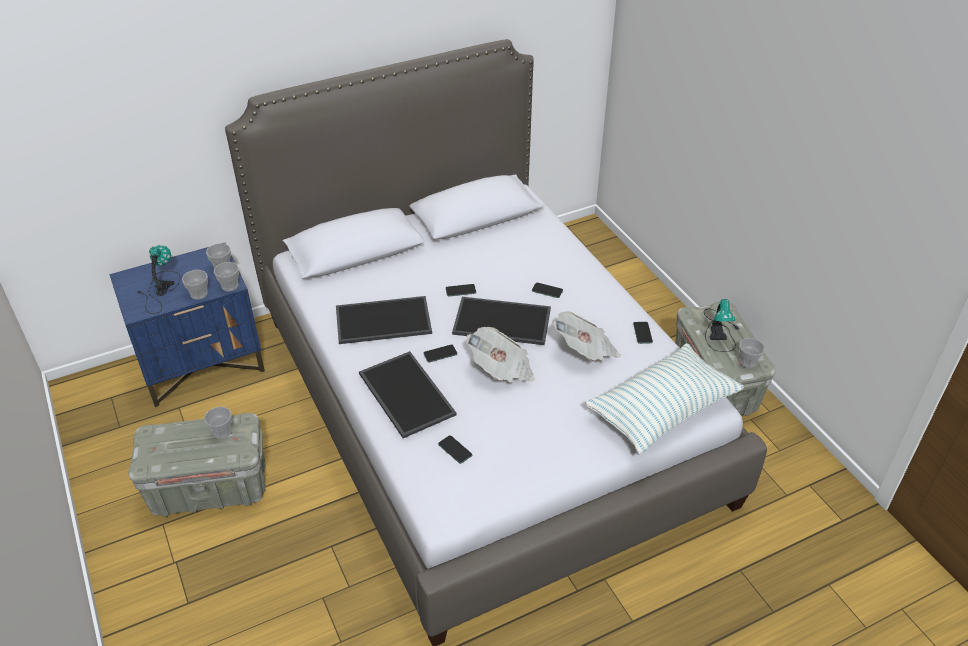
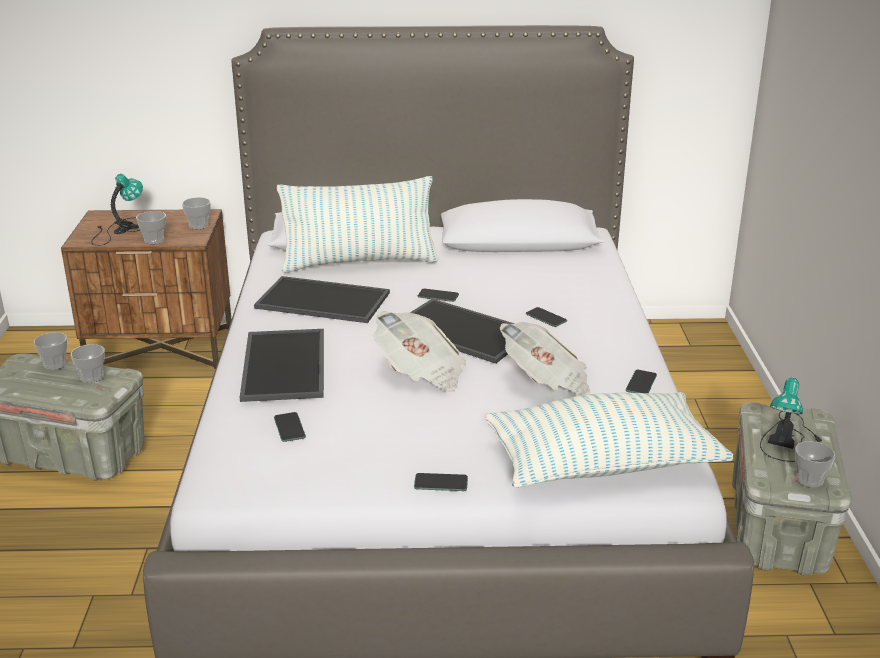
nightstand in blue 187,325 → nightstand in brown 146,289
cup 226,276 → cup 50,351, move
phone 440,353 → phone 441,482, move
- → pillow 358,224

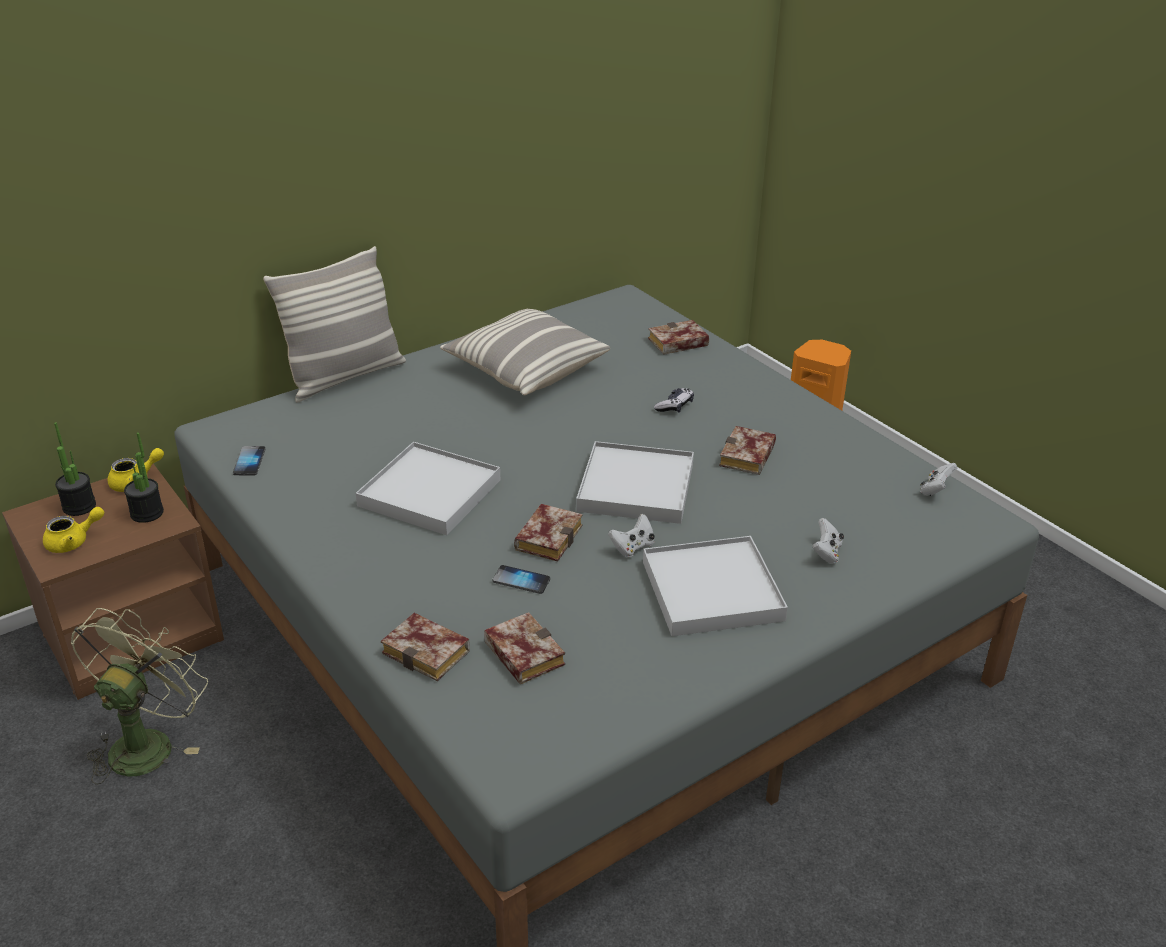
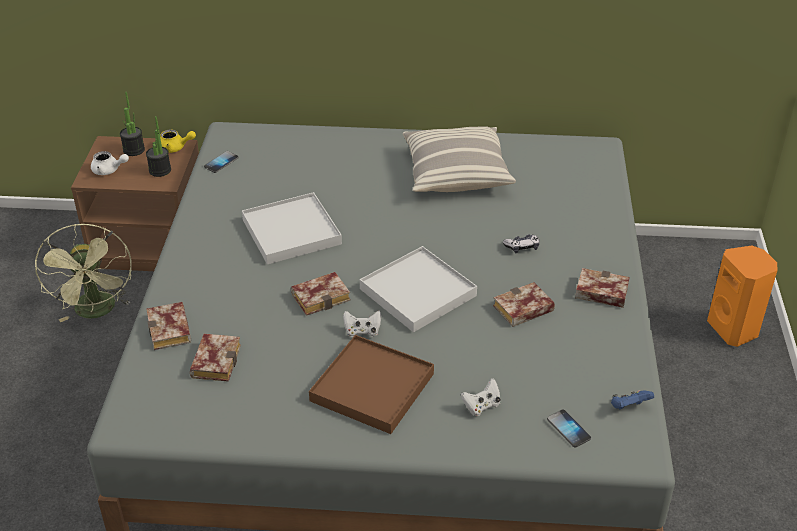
pillow 334,324 → -
book 678,337 → book 602,288, move
game controller in white 938,479 → game controller in blue 632,400
teapot in yellow 73,530 → teapot in white 110,163
tray in white 715,586 → tray in brown 371,384
phone 521,579 → phone 569,429, move
fan in green 139,696 → fan in green 83,273, 105 degrees clockwise

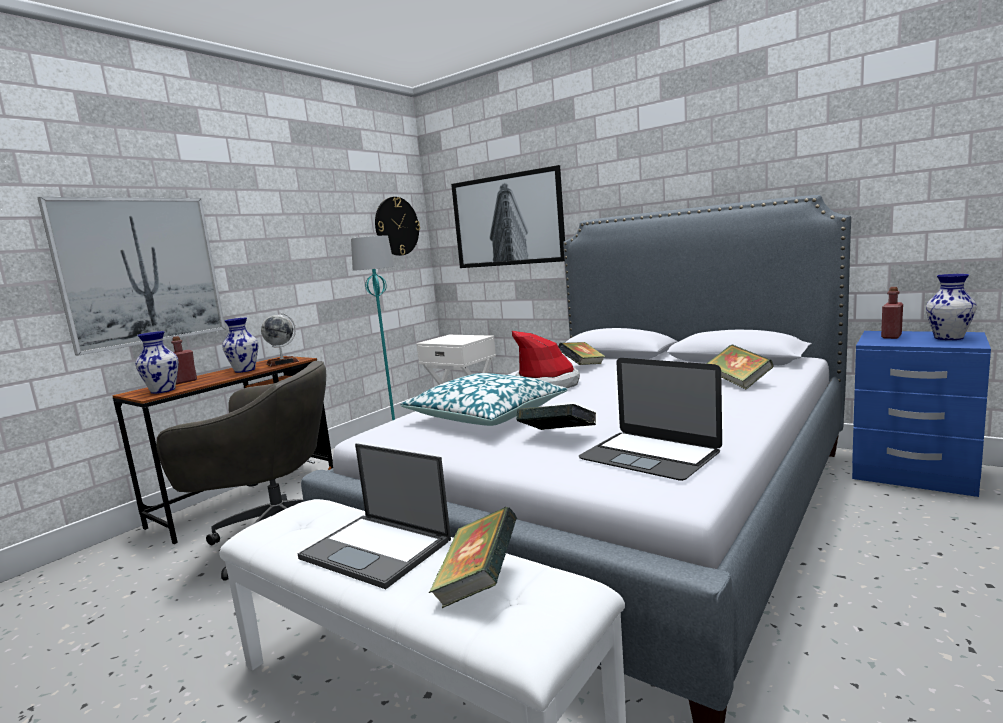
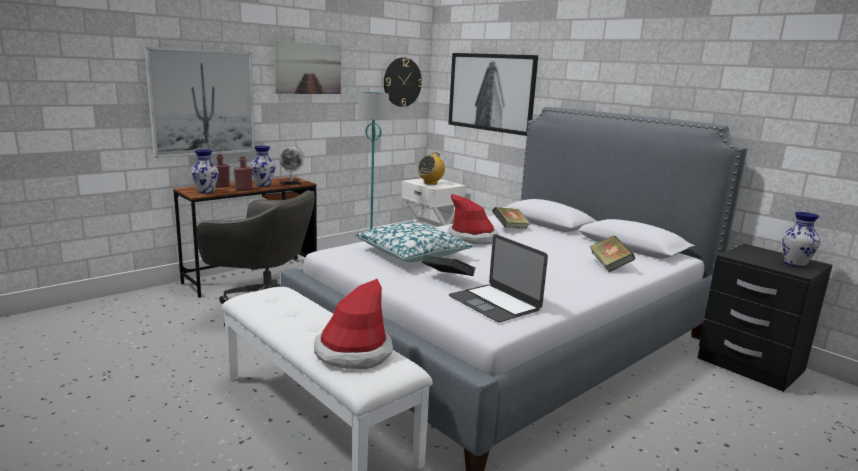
bottle in red 892,313 → bottle in red 243,173, move
nightstand in blue 921,414 → nightstand in black 765,318
laptop 374,516 → -
book 473,557 → hat 353,324
- → picture 307,67
- → radio 431,168

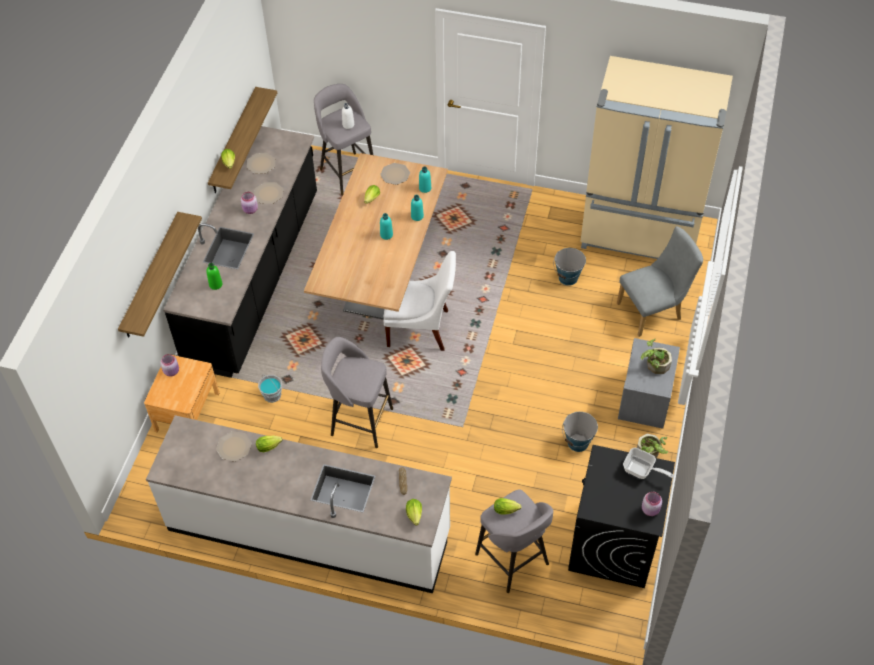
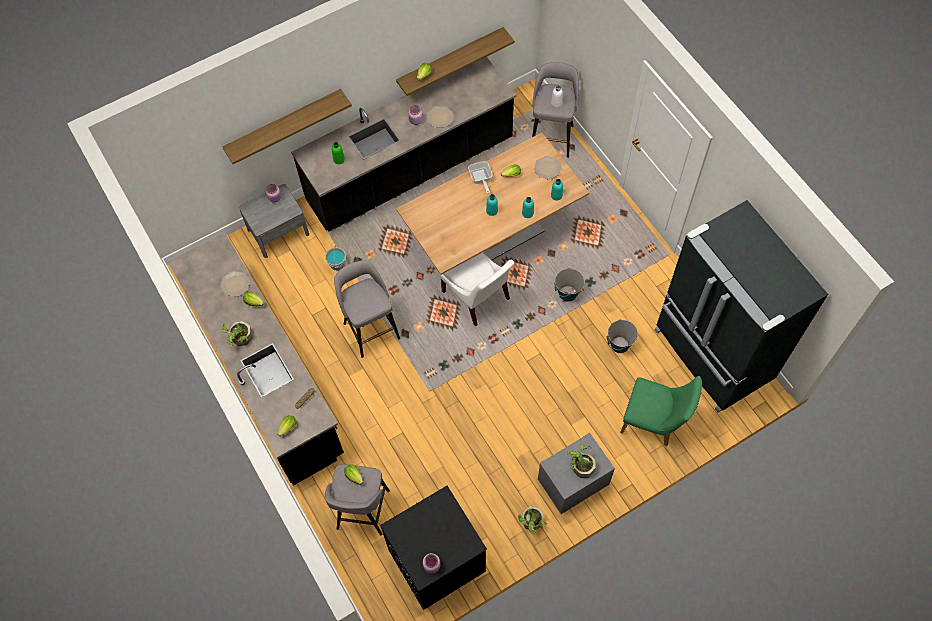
fridge in beige 656,157 → fridge in black 741,306
plate 261,163 → -
chair in grey 660,281 → chair in green 661,411
nightstand in brown 181,393 → nightstand in grey 274,221
bucket 580,432 → bucket 569,285, move
counter in white 299,504 → counter in black 256,359
frying pan 648,463 → frying pan 480,177, move
- → potted plant 237,333

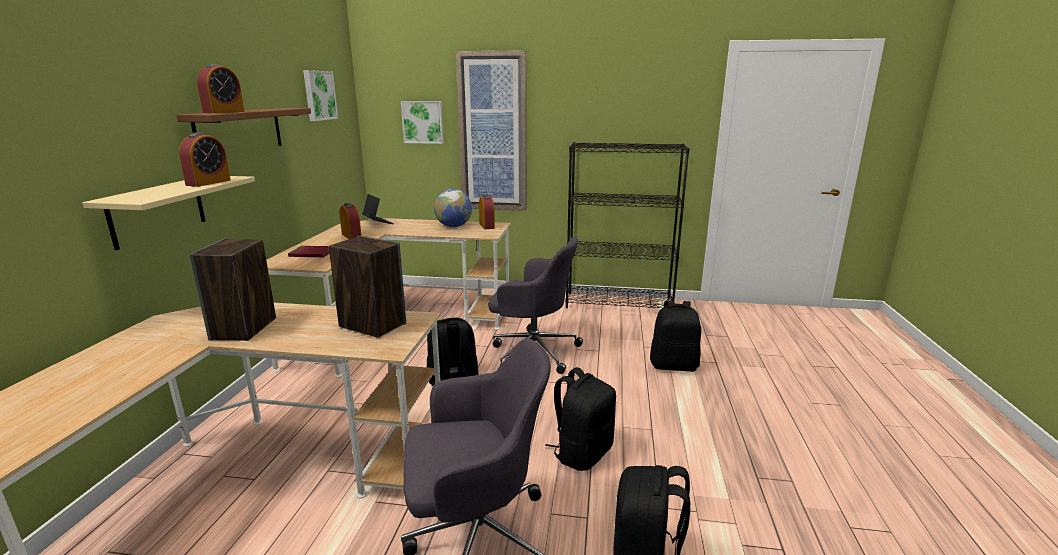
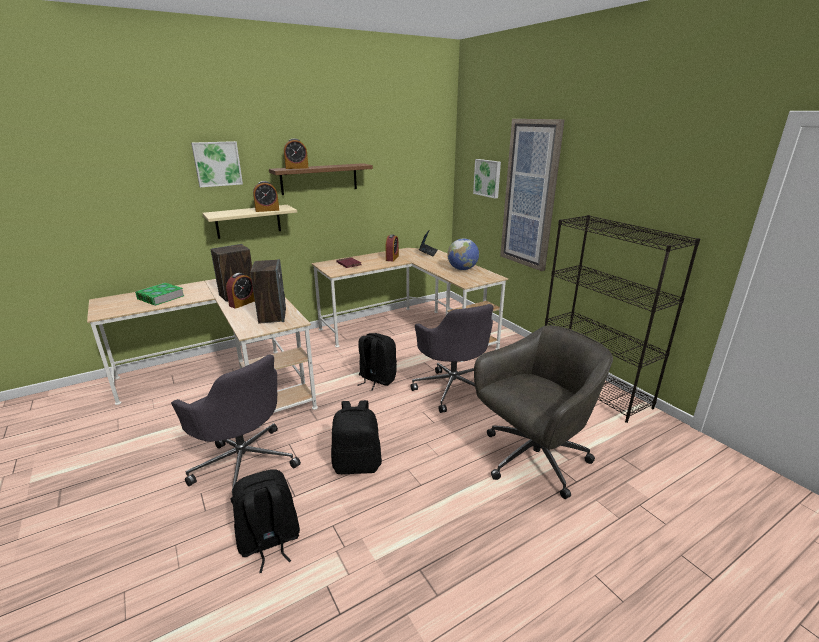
picture 320,95 → picture 217,164, move
alarm clock 487,212 → alarm clock 240,291, move
backpack in black 675,336 → office chair in grey 543,412
- → book 159,294

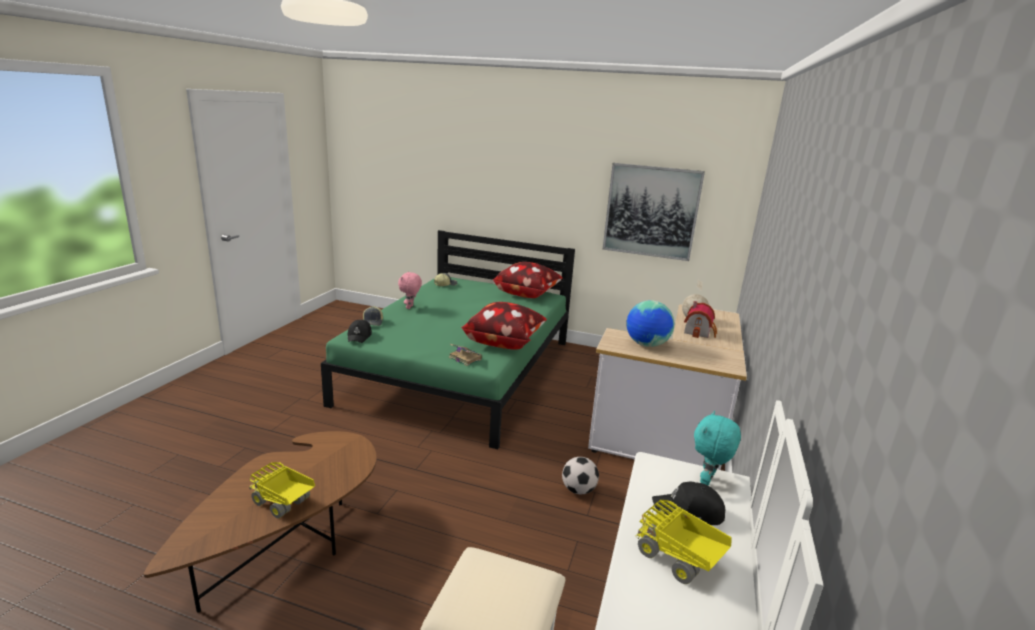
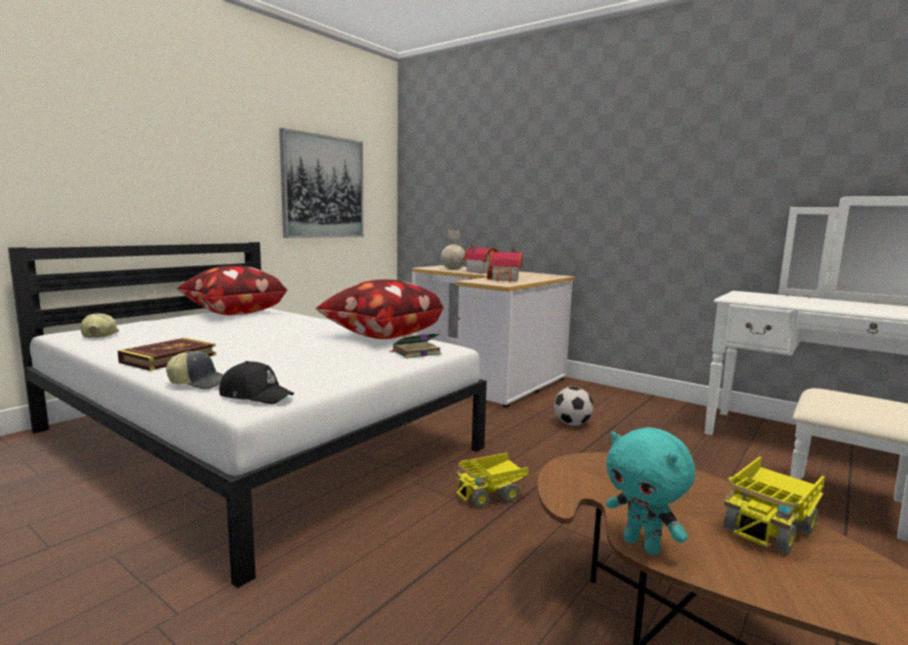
bed in green 448,339 → bed in white 247,415
plush toy in pink 410,290 → book 167,354
globe 650,323 → toy house 504,265
plush toy in turquoise 717,448 → plush toy in turquoise 650,491, move
cap in black 688,503 → -
toy truck 683,542 → toy truck 492,480, move

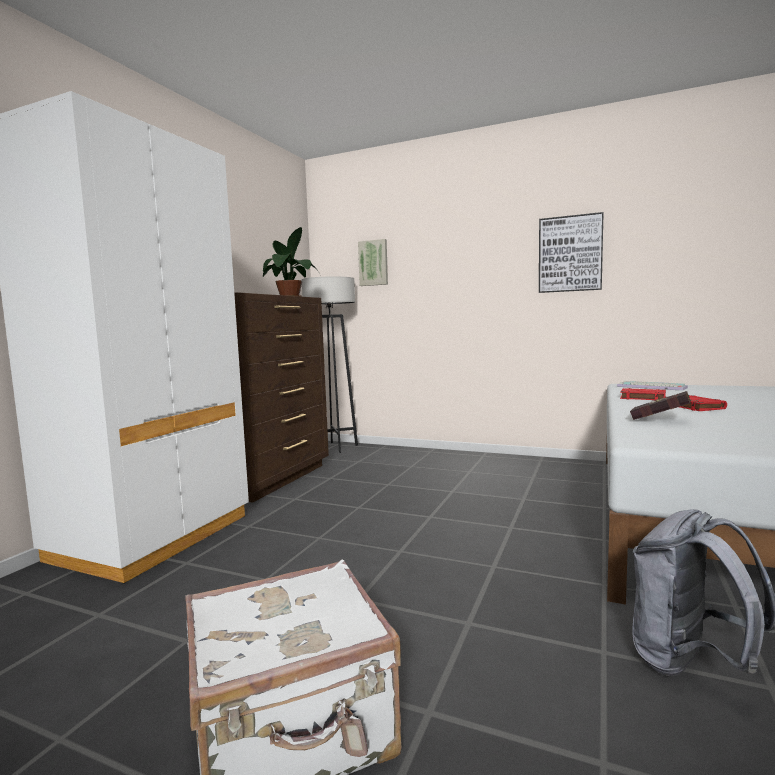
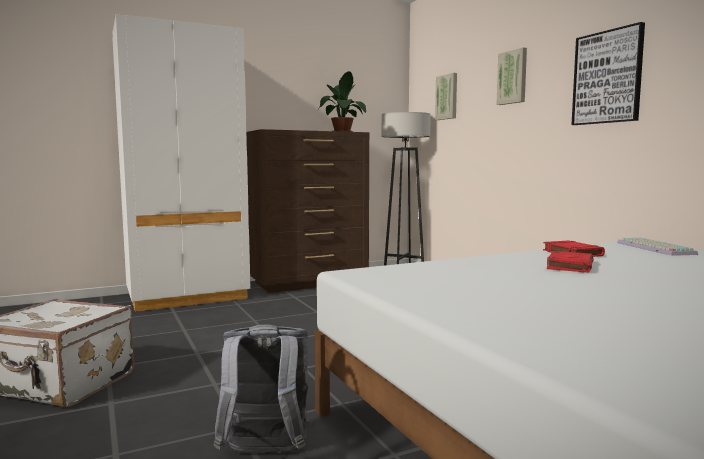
book in red 665,405 → -
- → picture 511,76

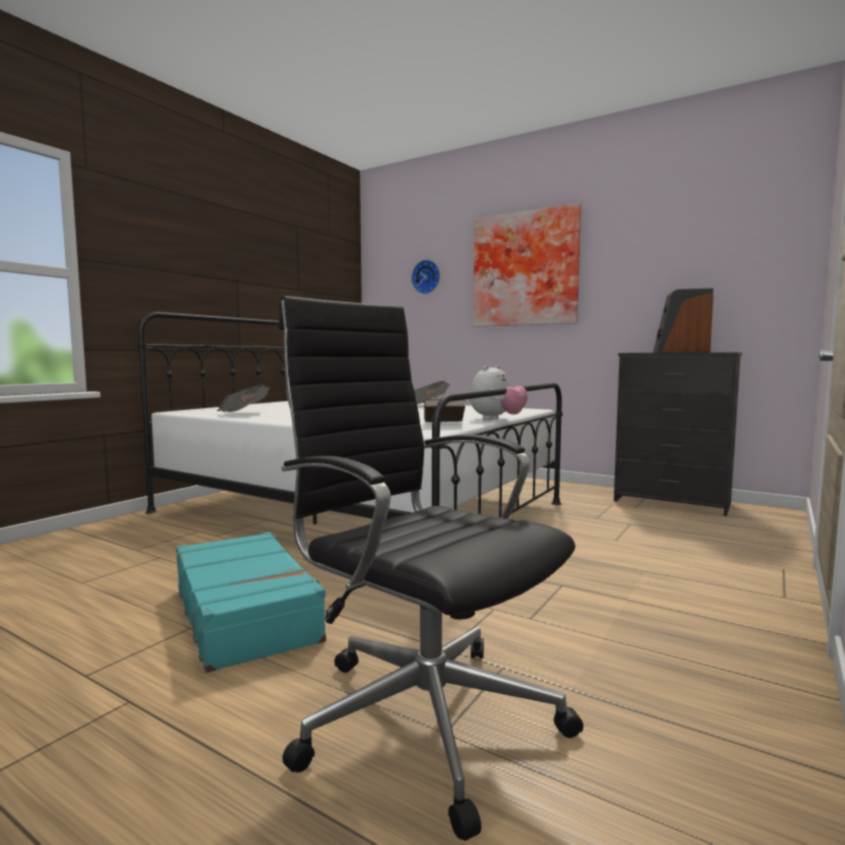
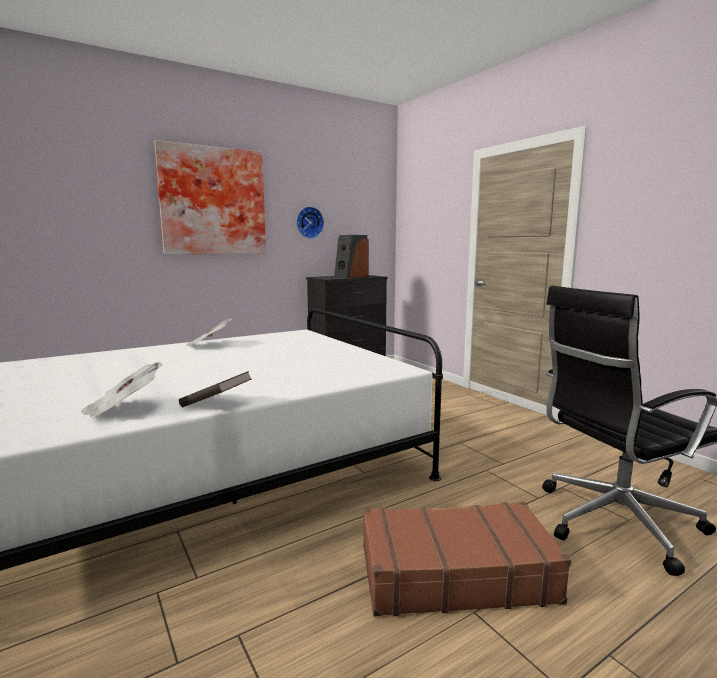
wall clock 425,277 → wall clock 310,223, move
plush toy 499,392 → -
book in brown 444,410 → book in brown 215,389, move
suitcase in turquoise 251,602 → suitcase in brown 467,559

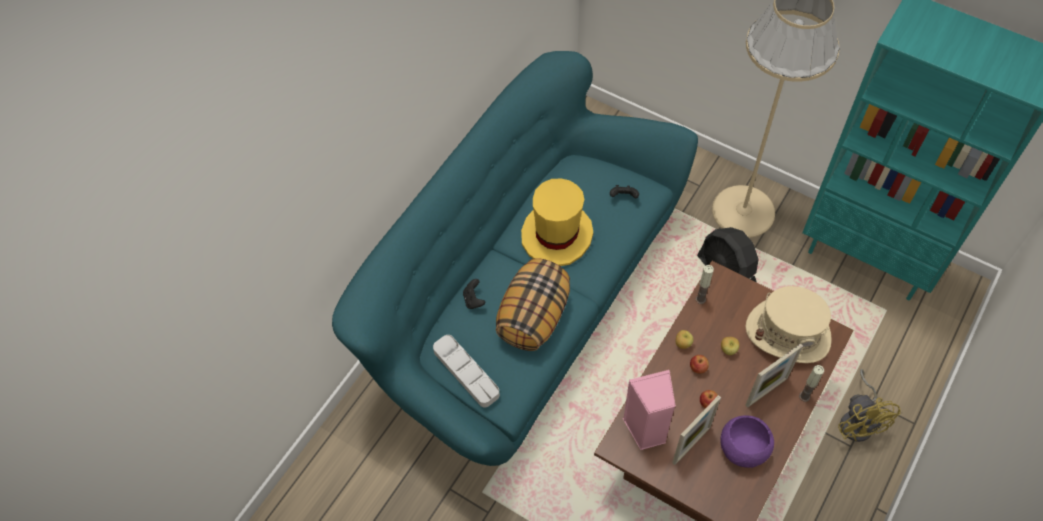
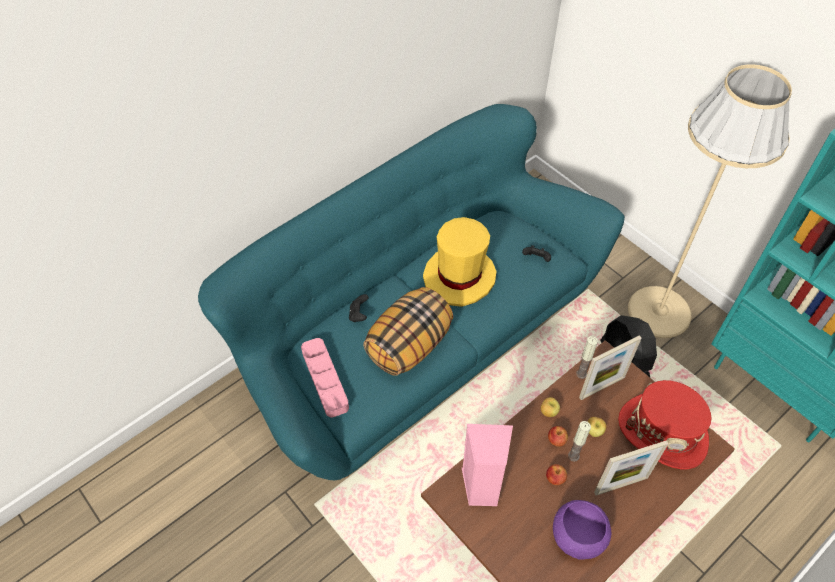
hat in beige 789,324 → hat in red 665,424
tray in grey 466,371 → tray in pink 325,377
candle 811,383 → candle 579,441, move
fan in yellow 869,405 → -
picture frame 696,430 → picture frame 610,367, move

